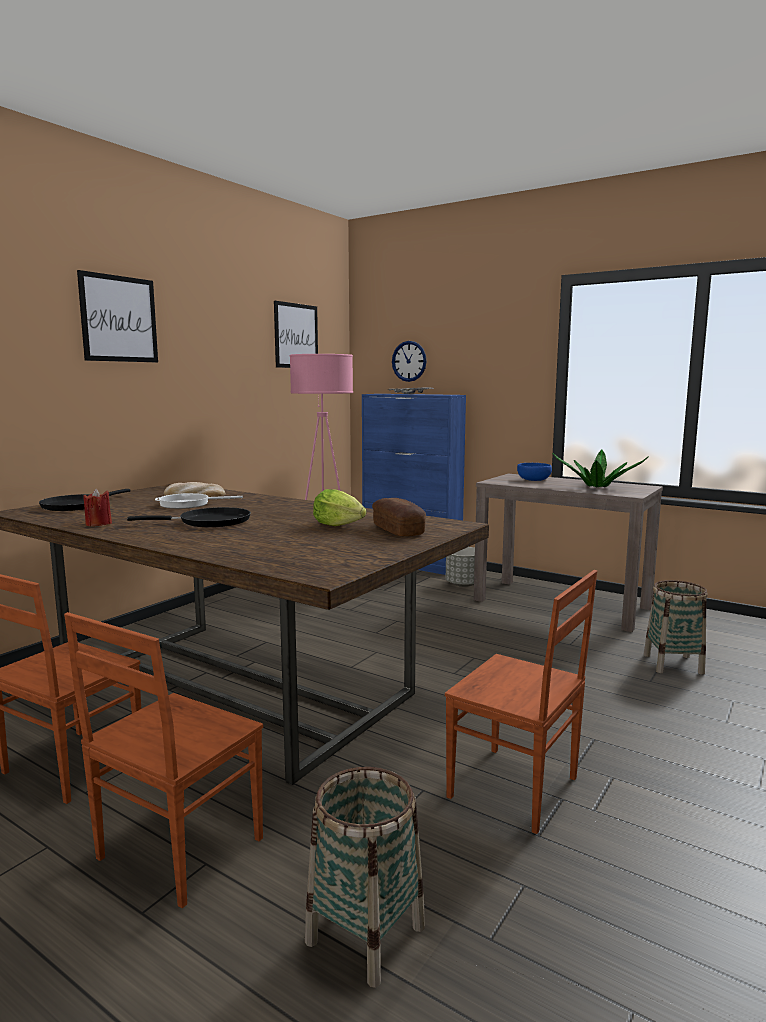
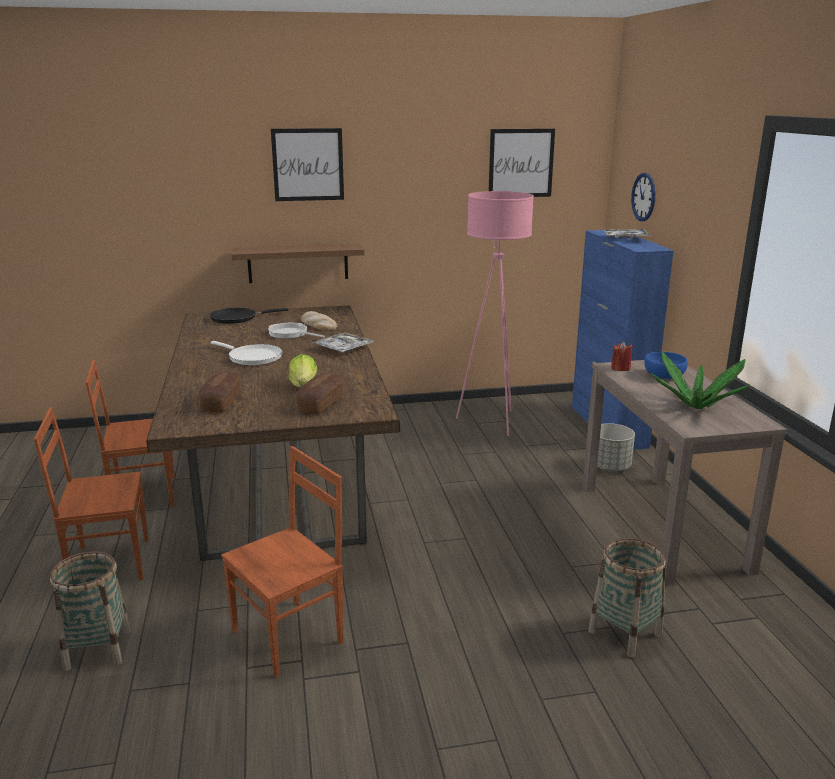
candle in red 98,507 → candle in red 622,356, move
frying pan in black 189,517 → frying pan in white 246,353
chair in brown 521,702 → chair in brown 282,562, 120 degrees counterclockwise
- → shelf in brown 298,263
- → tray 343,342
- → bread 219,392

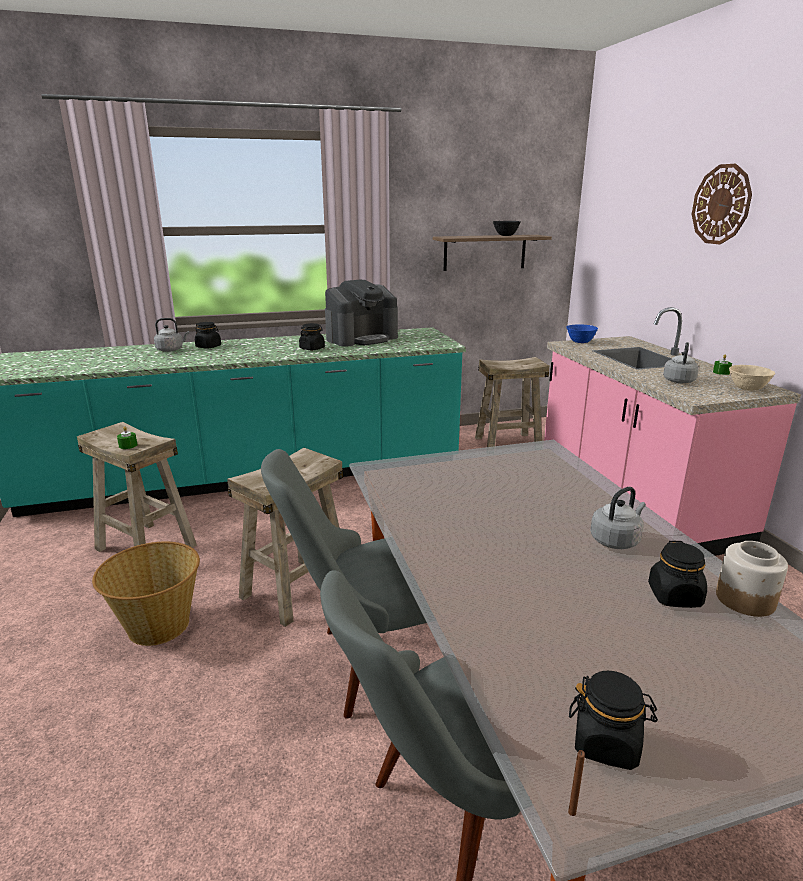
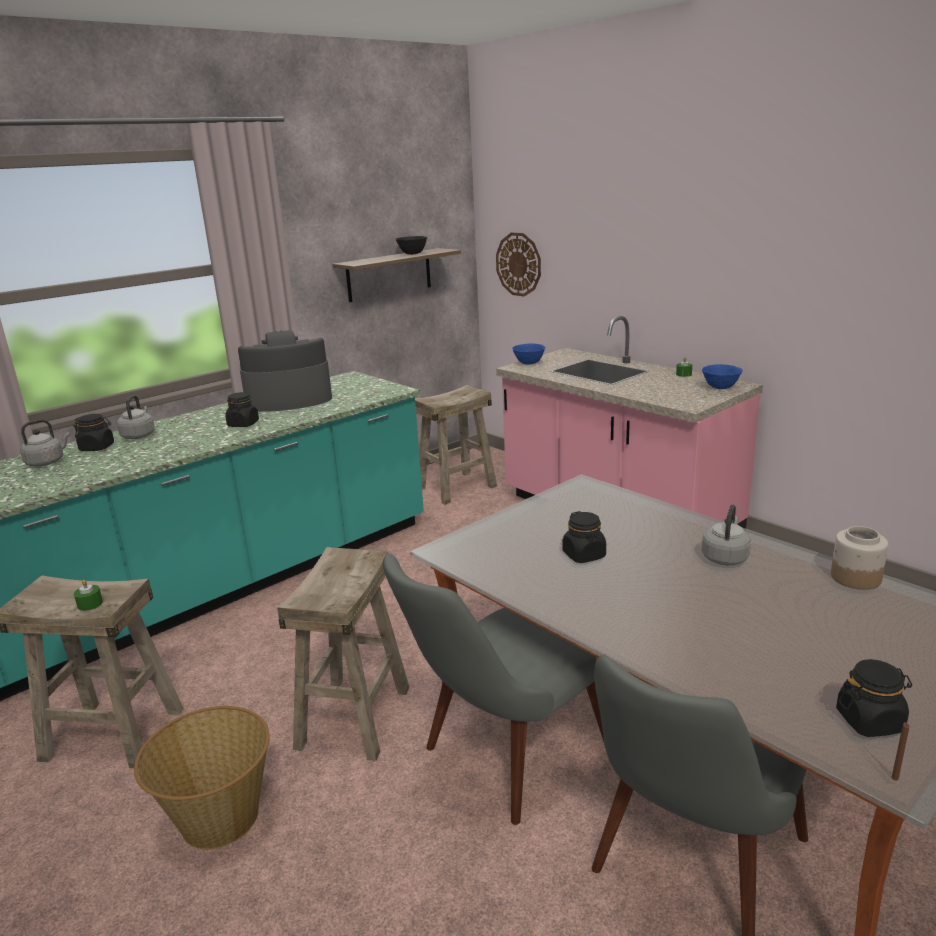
wall clock 722,204 → wall clock 518,265, move
coffee machine 361,313 → coffee machine 285,371, 135 degrees counterclockwise
kettle in grey 681,362 → kettle in grey 136,417, move
bowl in beige 752,378 → bowl in blue 722,376
jar in black 677,574 → jar in black 584,537, move

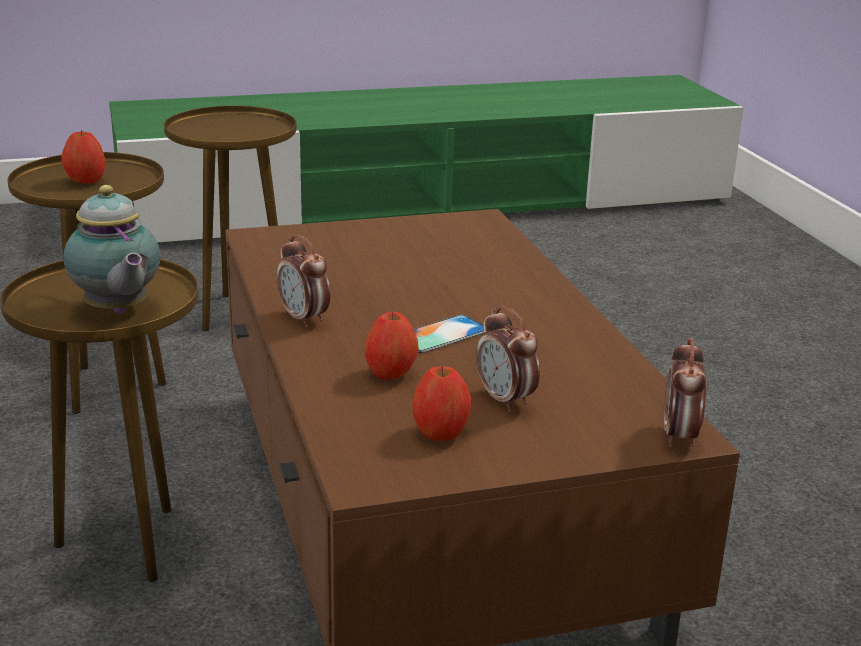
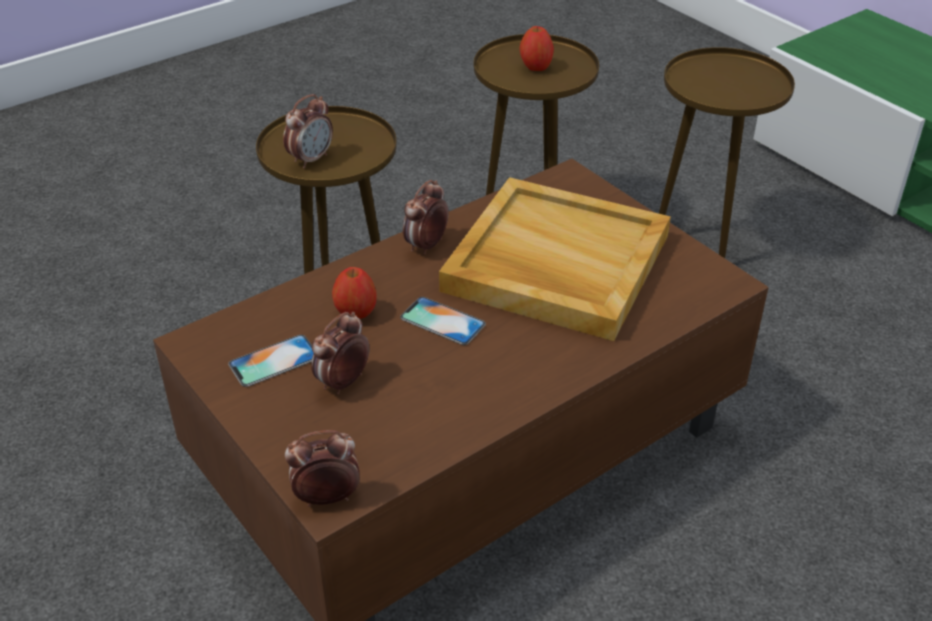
teapot 112,249 → alarm clock 308,131
apple 441,403 → phone 270,361
- → tray in beige 555,259

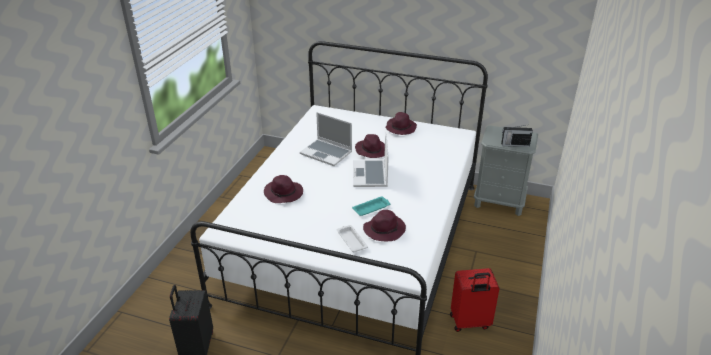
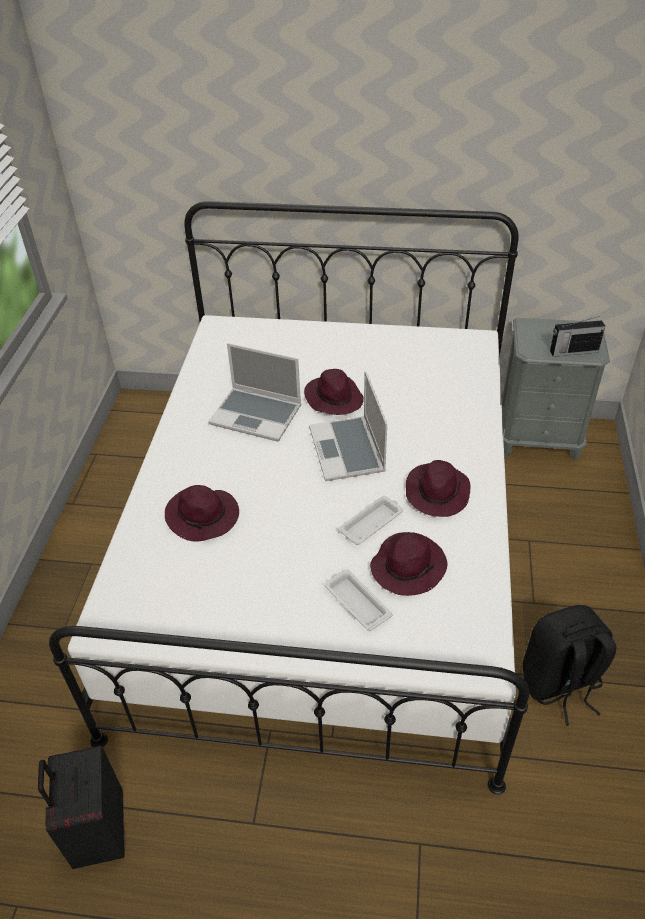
hat in purple 401,123 → hat in purple 438,488, move
tray in turquoise 371,206 → tray in white 370,520
suitcase in red 475,300 → backpack in black 570,665

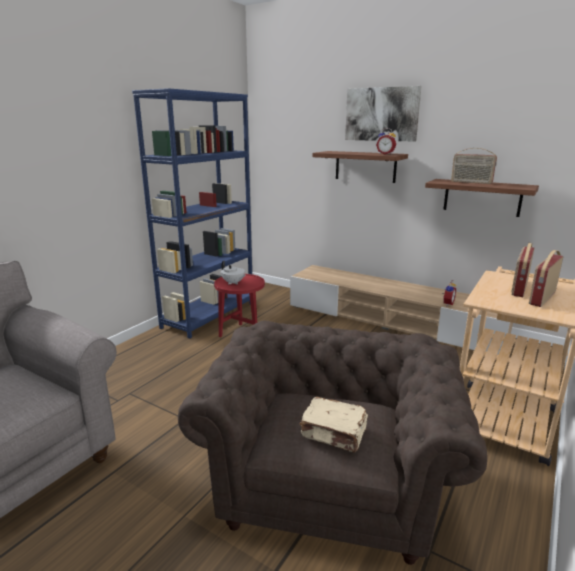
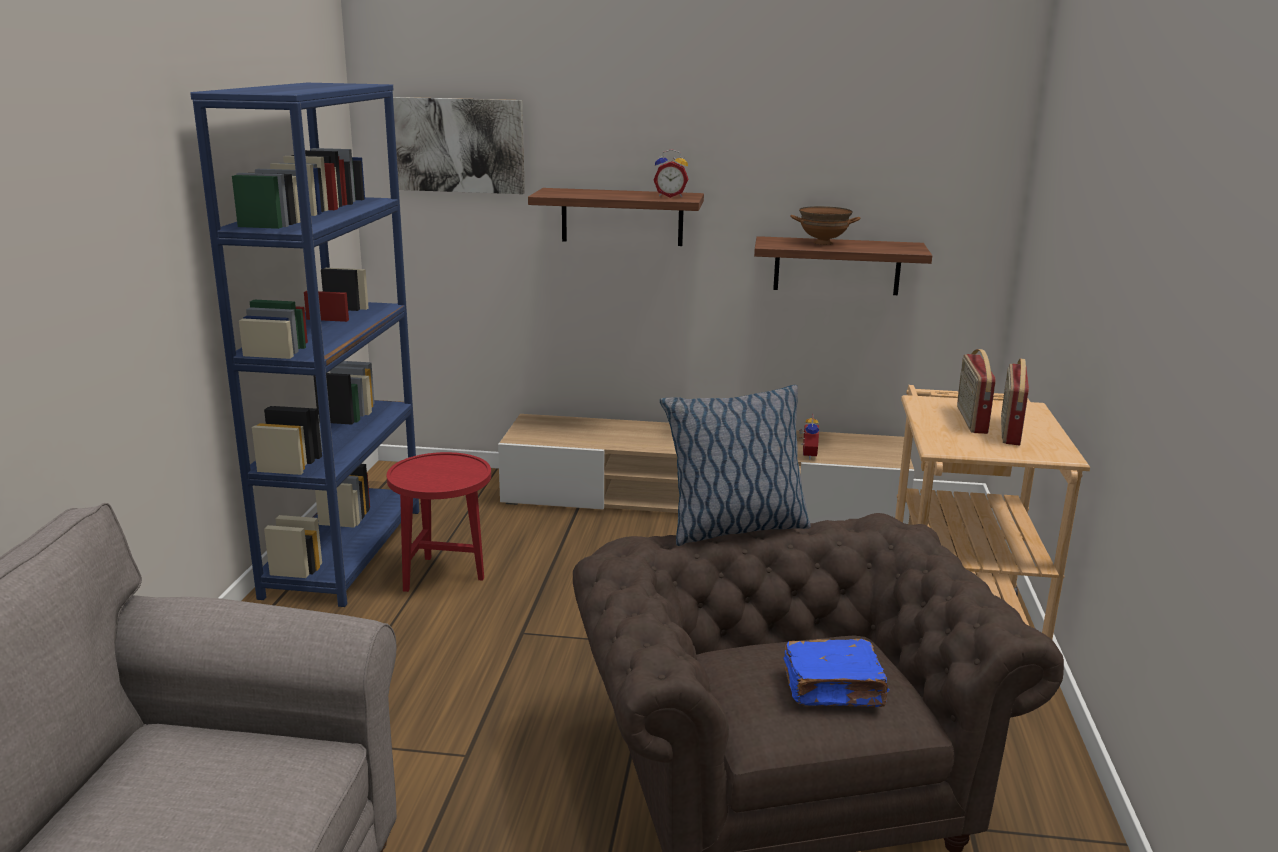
picture 383,114 → picture 459,145, move
radio 474,166 → bowl in brown 825,225
teapot in white 233,272 → -
book in beige 333,425 → book in blue 836,673
- → pillow 735,465

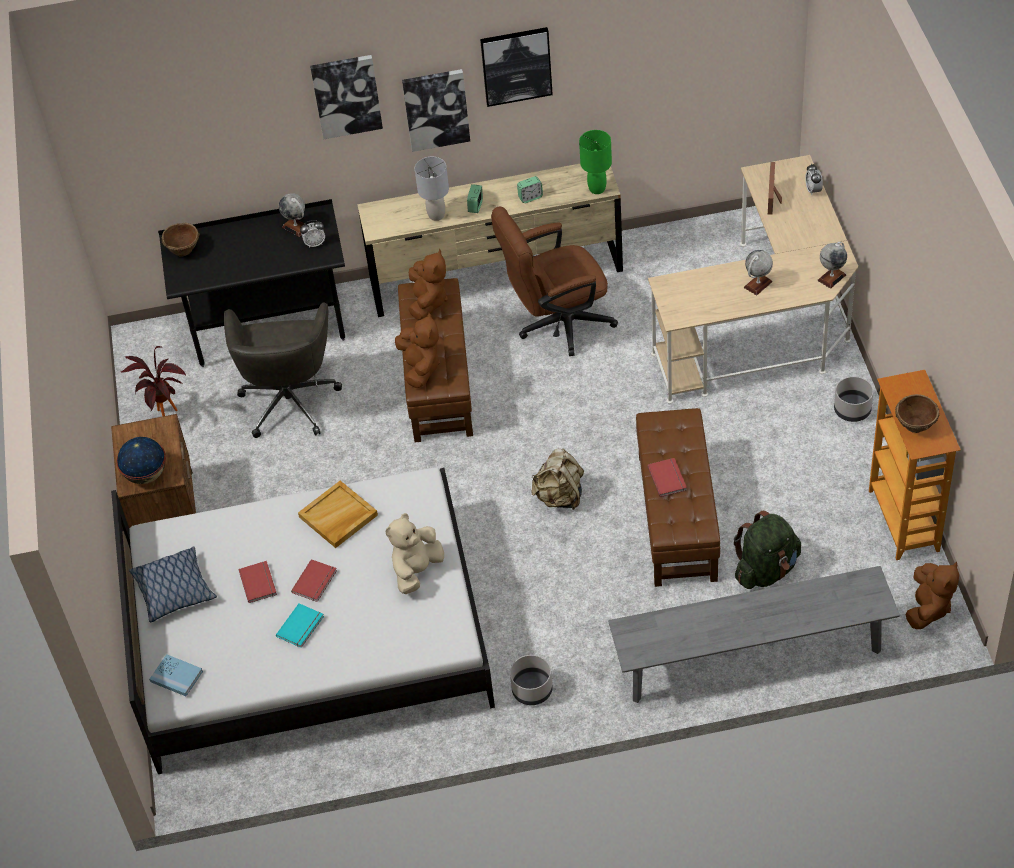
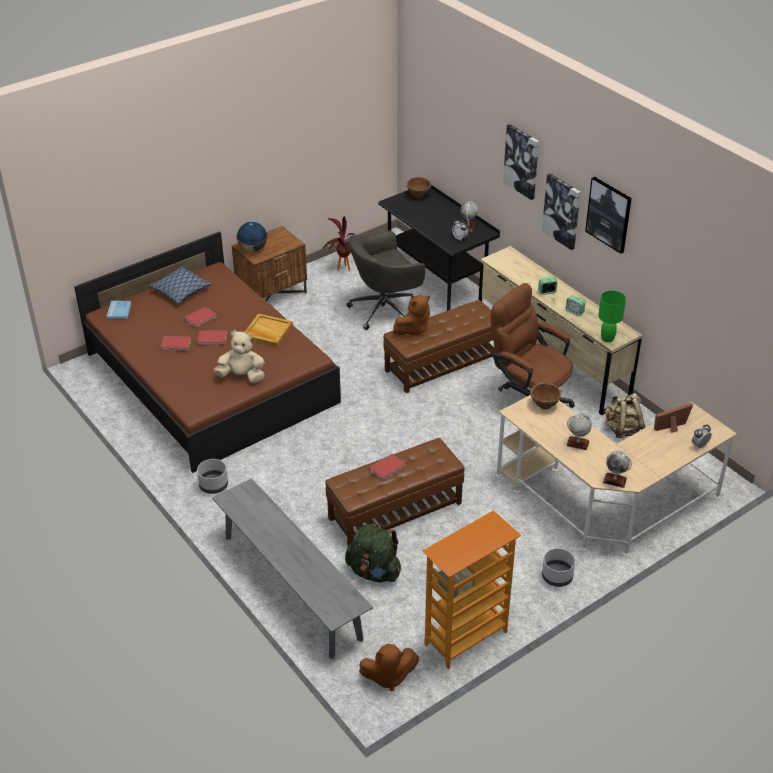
table lamp in grey 432,189 → -
plush toy in brown 428,284 → -
bowl in brown 917,413 → bowl in brown 545,396, move
backpack in beige 558,479 → backpack in beige 625,415, move
bed in white 303,620 → bed in brown 207,352
book in turquoise 300,626 → book in red 175,343

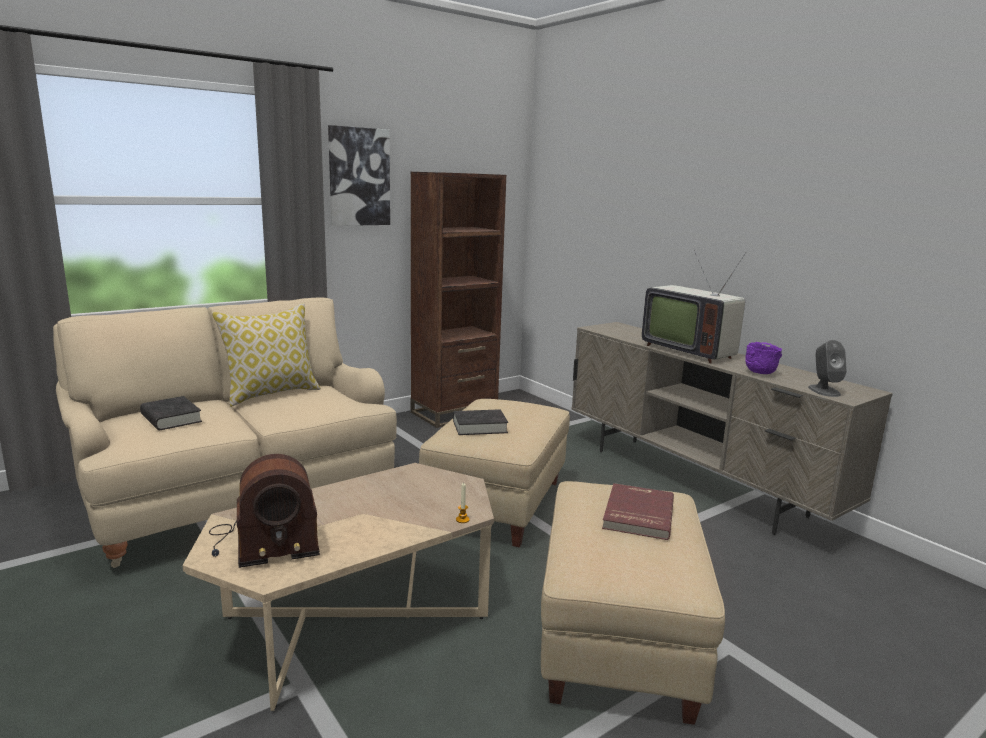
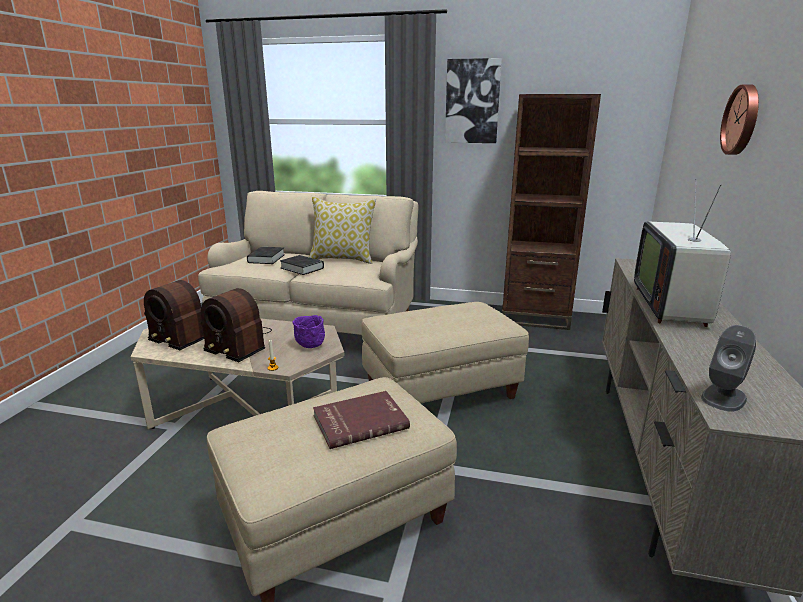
bowl in purple 763,358 → bowl in purple 309,331, move
book in black 480,422 → book in black 302,265, move
- → wall clock 739,119
- → radio 236,325

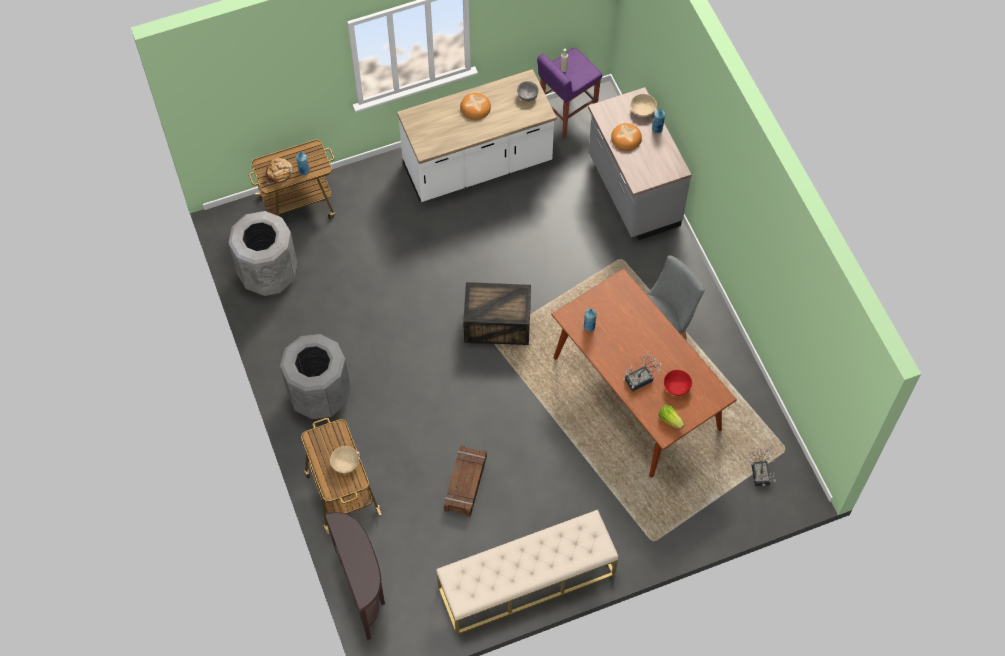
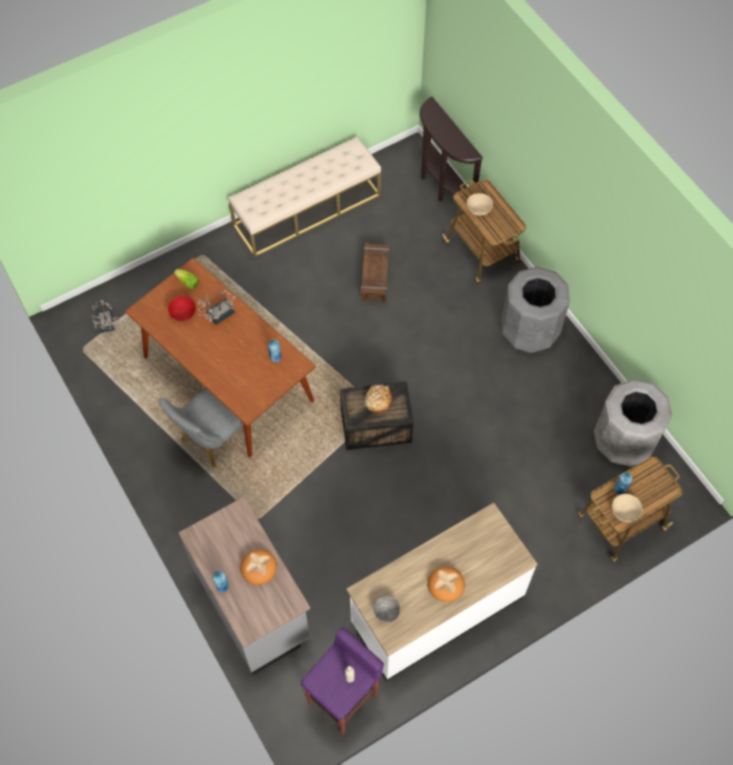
bowl in beige 643,105 → bowl in beige 627,508, move
bread 279,171 → bread 378,398, move

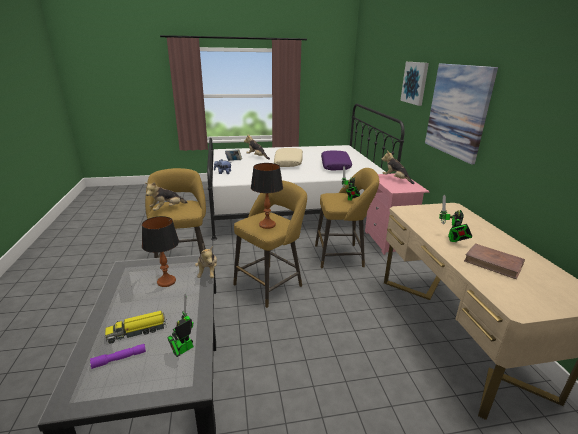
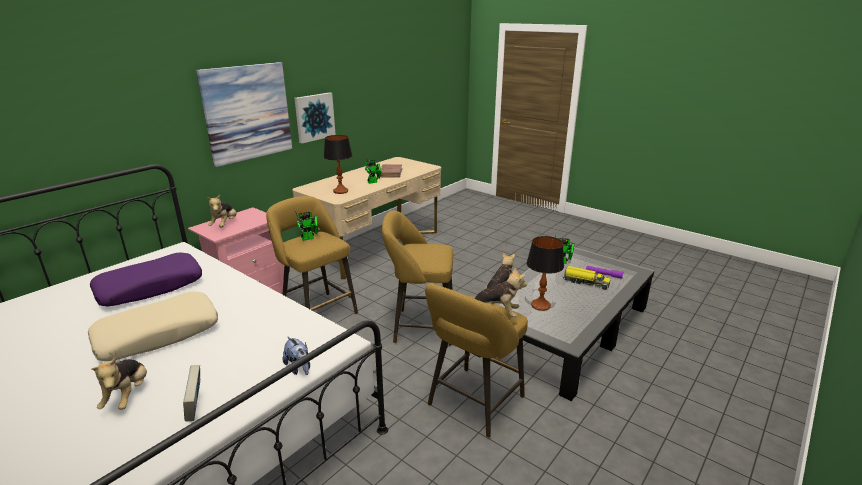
picture 414,84 → picture 315,117, move
table lamp 267,196 → table lamp 338,164, move

